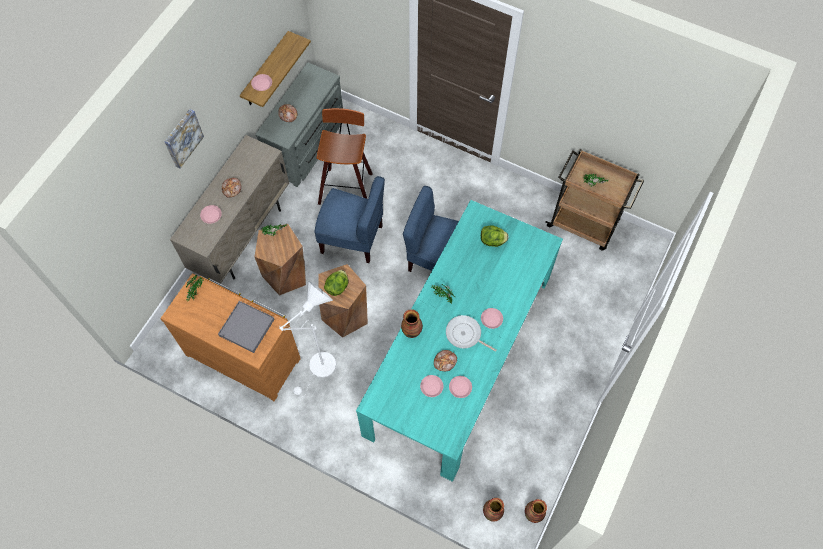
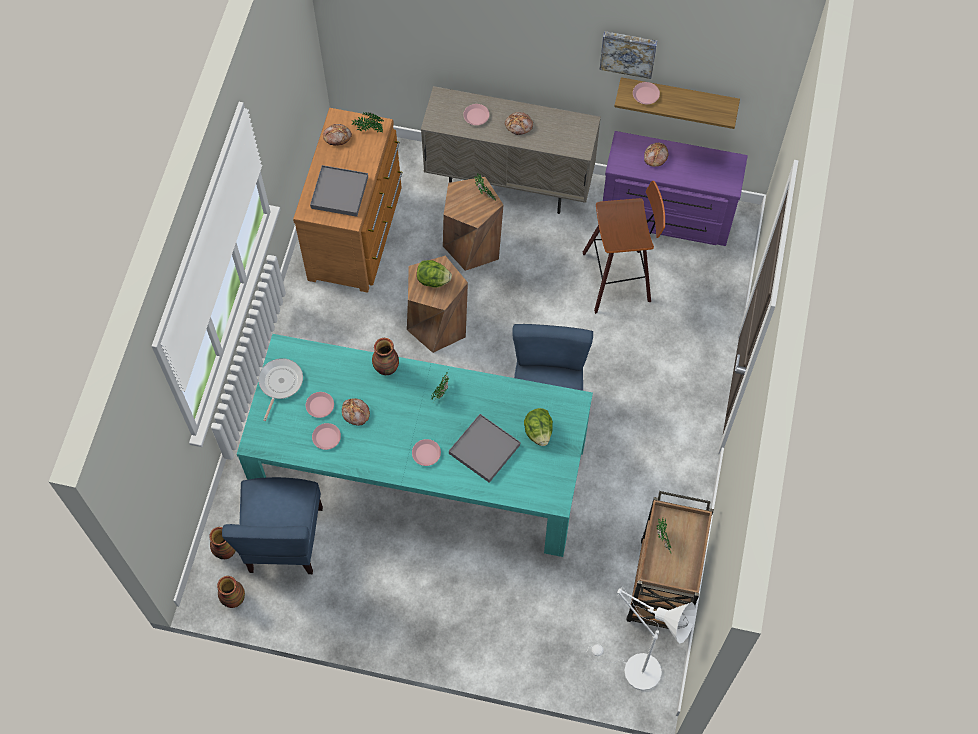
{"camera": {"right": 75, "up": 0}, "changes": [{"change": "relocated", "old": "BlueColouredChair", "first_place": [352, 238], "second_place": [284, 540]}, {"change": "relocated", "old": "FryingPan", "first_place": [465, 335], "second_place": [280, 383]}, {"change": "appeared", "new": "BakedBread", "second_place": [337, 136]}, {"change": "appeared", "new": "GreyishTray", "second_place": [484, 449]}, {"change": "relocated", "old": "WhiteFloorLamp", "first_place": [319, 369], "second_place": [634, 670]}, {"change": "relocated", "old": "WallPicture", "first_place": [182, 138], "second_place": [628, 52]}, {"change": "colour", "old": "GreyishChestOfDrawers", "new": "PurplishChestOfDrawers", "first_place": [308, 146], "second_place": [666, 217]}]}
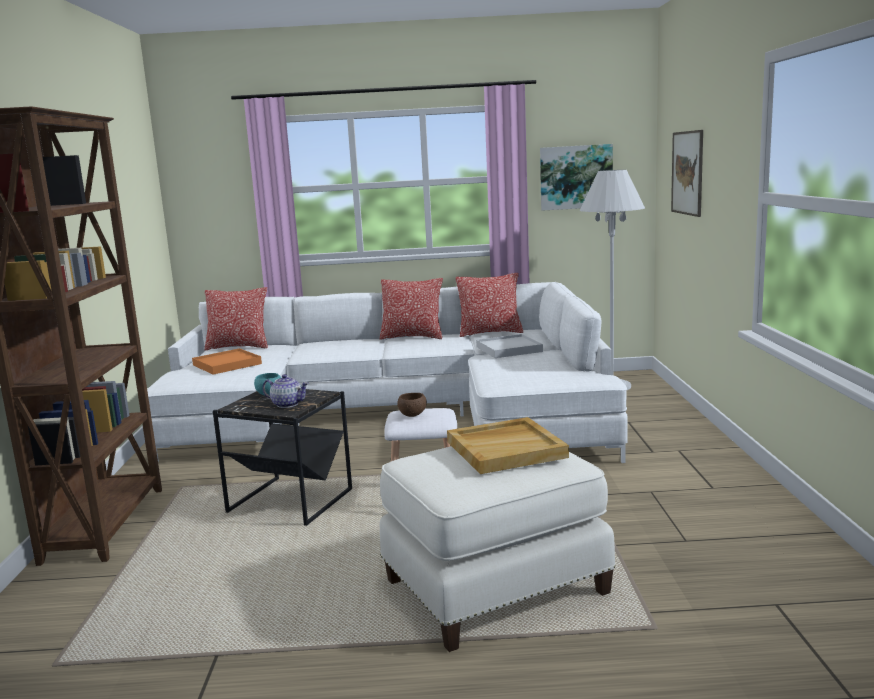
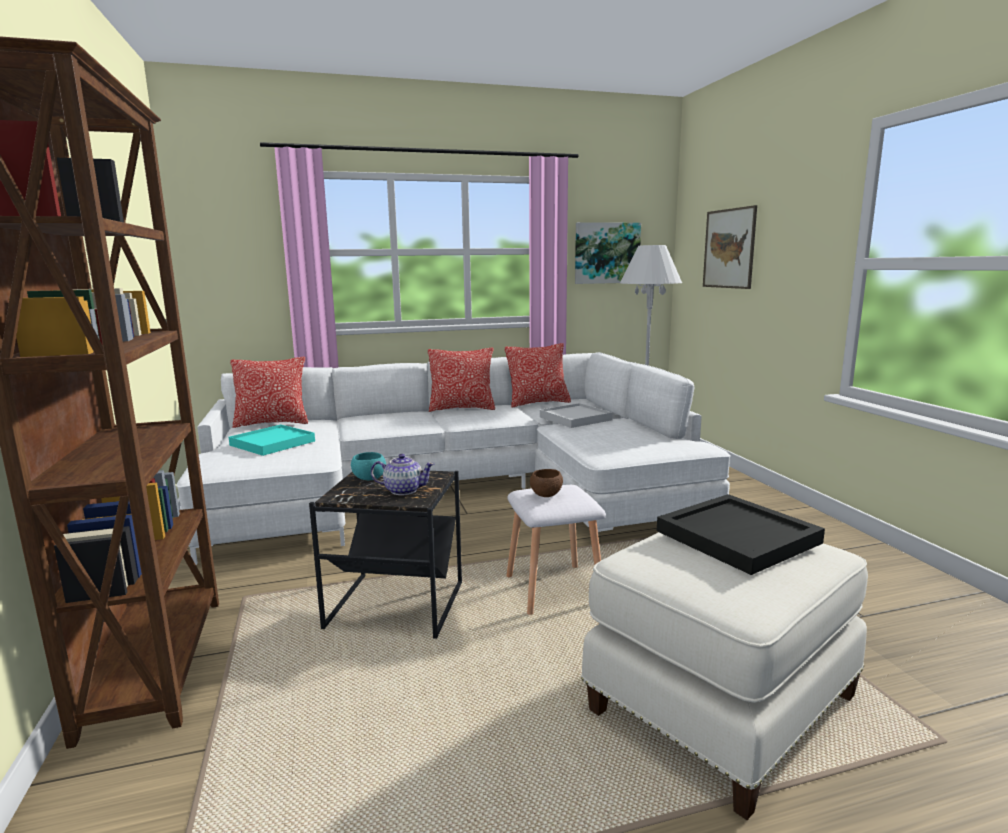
{"camera": {"right": -15, "up": 0}, "changes": [{"change": "colour", "old": "OrangeTray", "new": "BlueGreenTray", "first_place": [227, 364], "second_place": [273, 443]}, {"change": "colour", "old": "BeigeColouredTray", "new": "BlackColouredTray", "first_place": [506, 449], "second_place": [737, 536]}]}
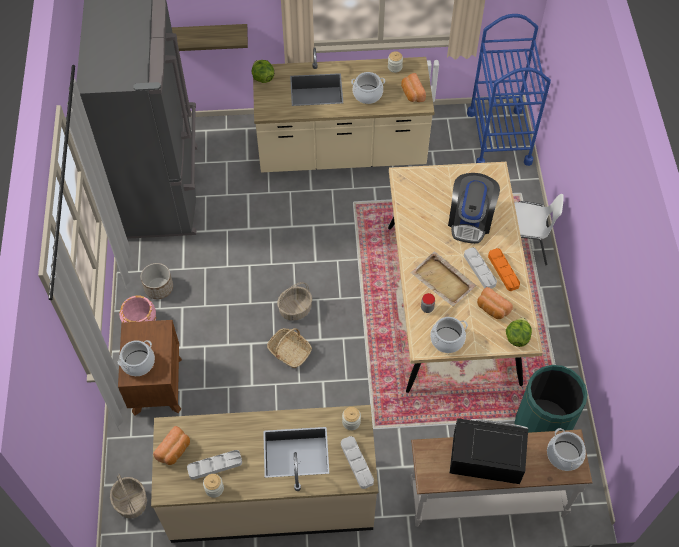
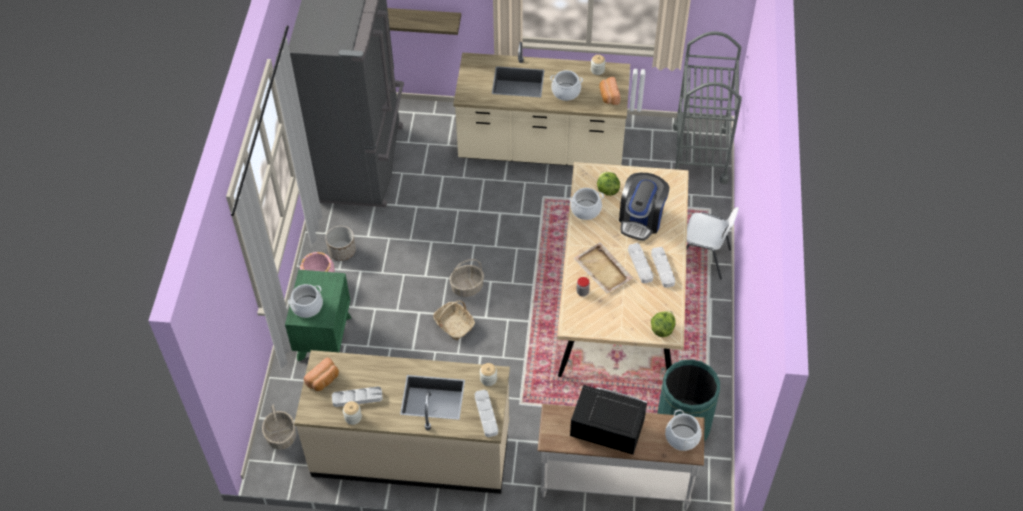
{"camera": {"right": 10, "up": -5}, "changes": [{"change": "colour", "old": "BrownishBedsideTable", "new": "GreenColouredBedsideTable", "first_place": [157, 385], "second_place": [324, 337]}, {"change": "relocated", "old": "CookingPot", "first_place": [447, 340], "second_place": [586, 210]}, {"change": "relocated", "old": "Lettuce", "first_place": [263, 78], "second_place": [607, 190]}, {"change": "colour", "old": "OrangeTray", "new": "GreyishTray", "first_place": [503, 271], "second_place": [662, 268]}, {"change": "colour", "old": "BlueColouredCart", "new": "GreyishCart", "first_place": [499, 137], "second_place": [700, 154]}, {"change": "missing", "old": "BakedBread", "first_place": [492, 309]}]}
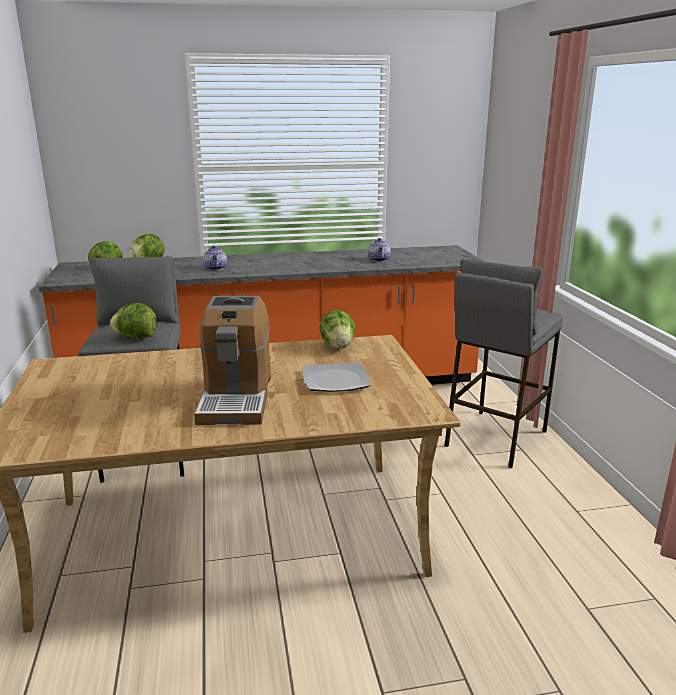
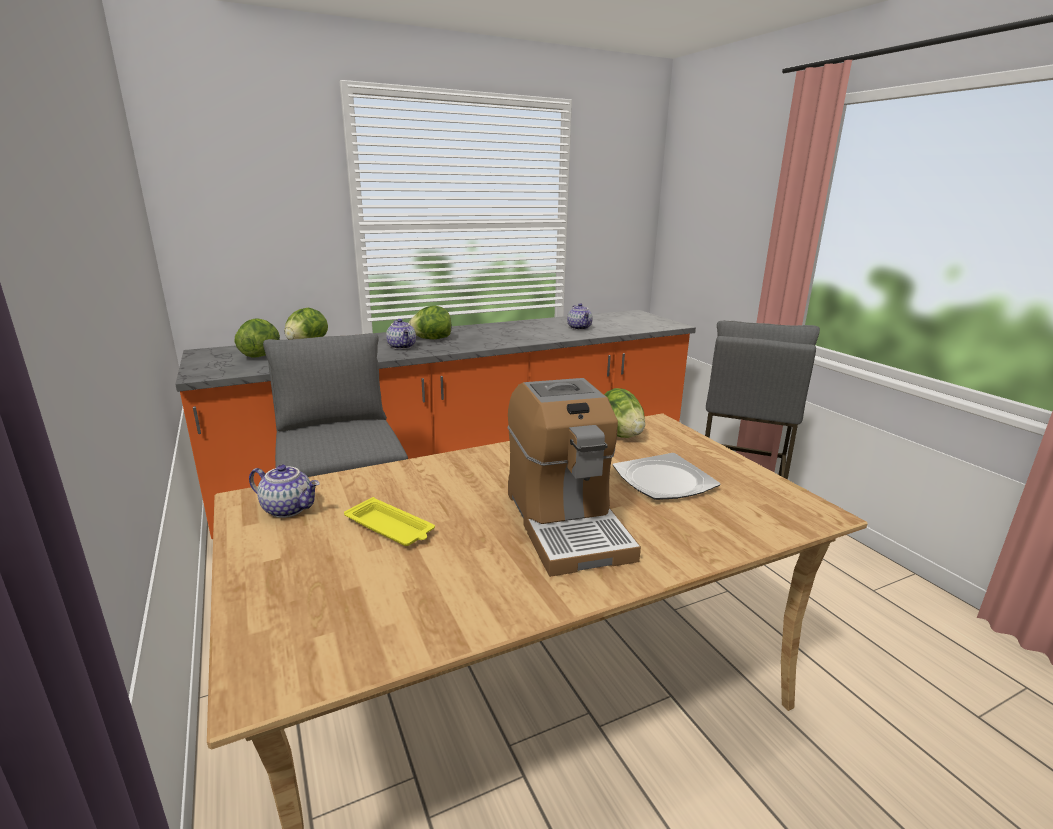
{"camera": {"right": -15, "up": 0}, "changes": [{"change": "appeared", "new": "Teapot", "second_place": [289, 508]}, {"change": "appeared", "new": "YellowishTray", "second_place": [391, 528]}, {"change": "relocated", "old": "Lettuce", "first_place": [136, 337], "second_place": [431, 339]}]}
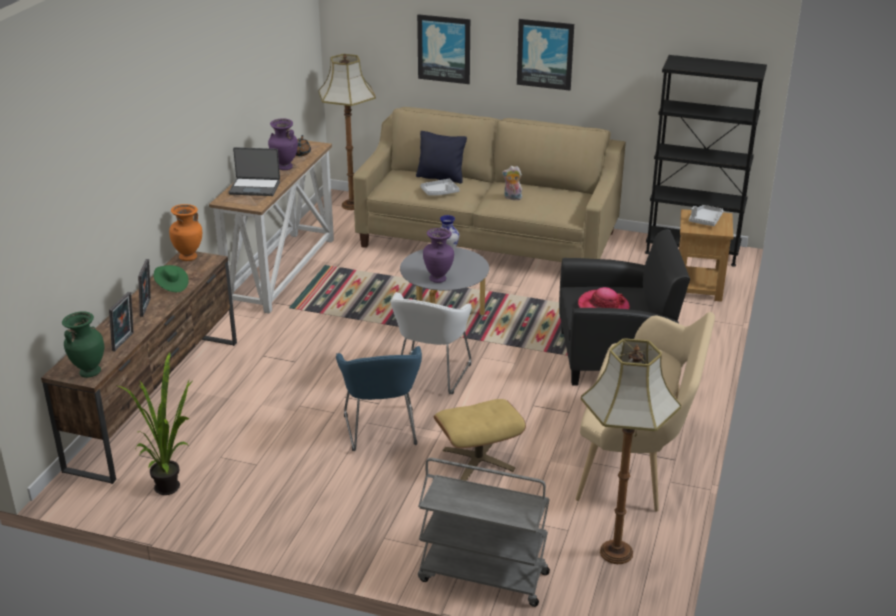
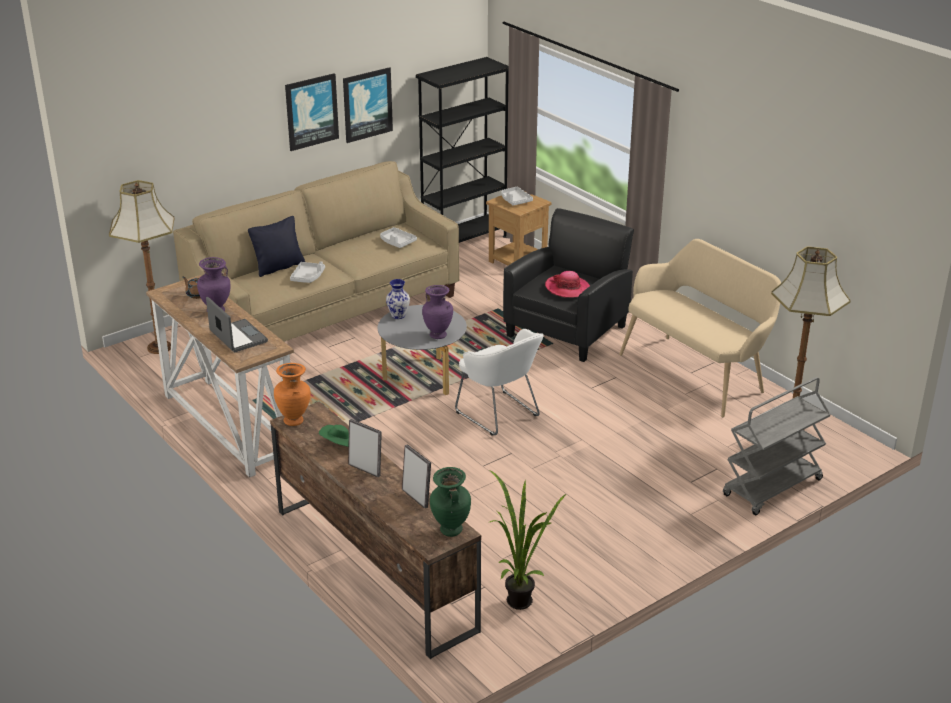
{"camera": {"right": -55, "up": 0}, "changes": [{"change": "spun", "old": "NotebookComputer", "first_place": [255, 187], "second_place": [237, 337], "degrees": -75}, {"change": "relocated", "old": "WallPicture", "first_place": [444, 49], "second_place": [367, 104]}, {"change": "appeared", "new": "GreyishTray", "second_place": [397, 242]}, {"change": "missing", "old": "BlueColouredArmchair", "first_place": [381, 432]}, {"change": "missing", "old": "BeigeColouredPouffe", "first_place": [478, 460]}, {"change": "missing", "old": "PlushToy", "first_place": [512, 198]}]}
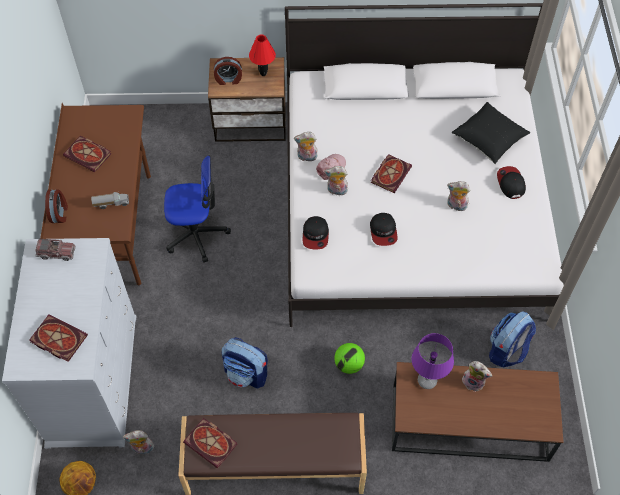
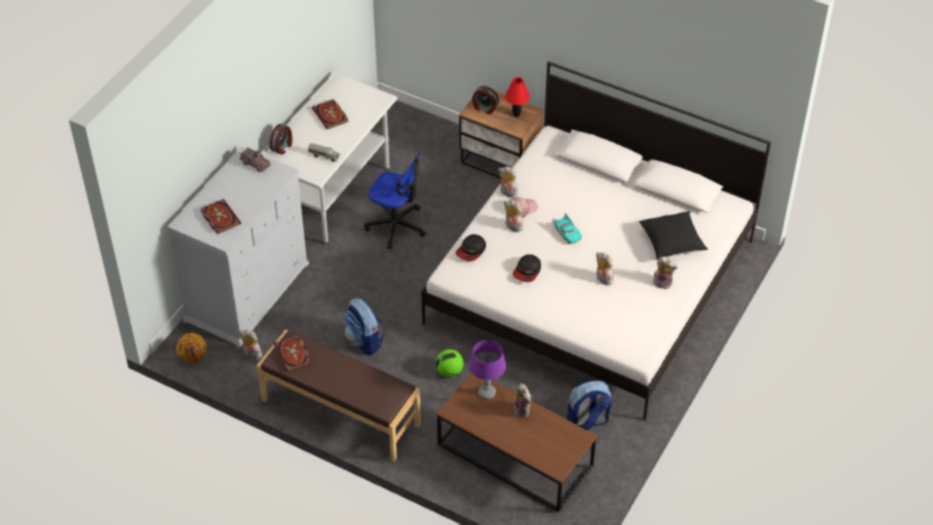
{"camera": {"right": 30, "up": -10}, "changes": [{"change": "colour", "old": "BrownishDeskTable", "new": "WhiteDeskTable", "first_place": [114, 230], "second_place": [333, 195]}, {"change": "exchanged", "old": "Book", "new": "BlueGreenToyCar", "first_place": [390, 173], "second_place": [567, 233]}, {"change": "exchanged", "old": "PeakedCap", "new": "PlushToy", "first_place": [510, 183], "second_place": [663, 282]}]}
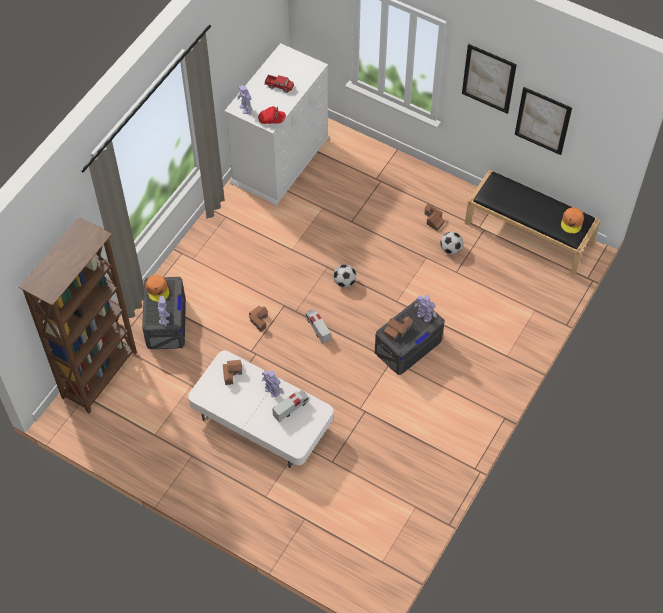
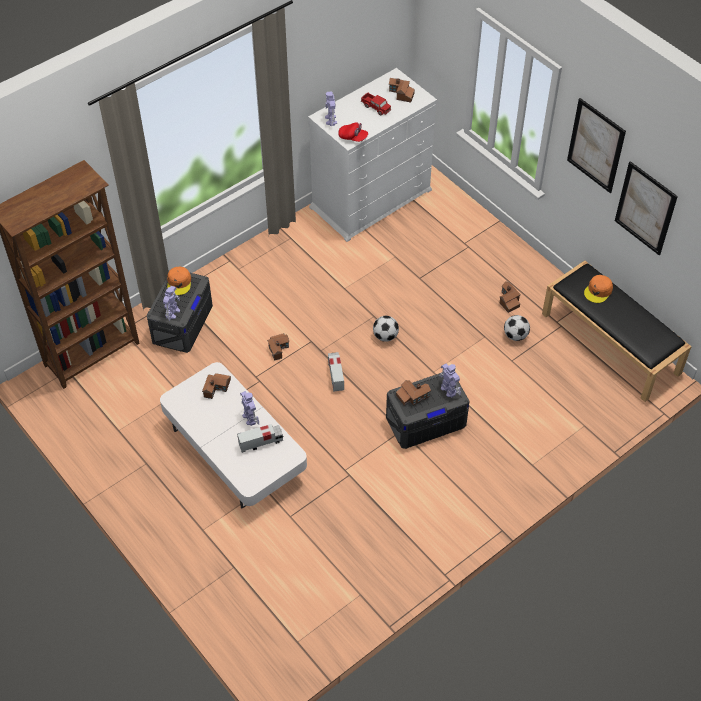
{"camera": {"right": 20, "up": -5}, "changes": [{"change": "appeared", "new": "MiniatureHouse", "second_place": [401, 94]}, {"change": "relocated", "old": "OrangePeakedCap", "first_place": [572, 222], "second_place": [598, 291]}]}
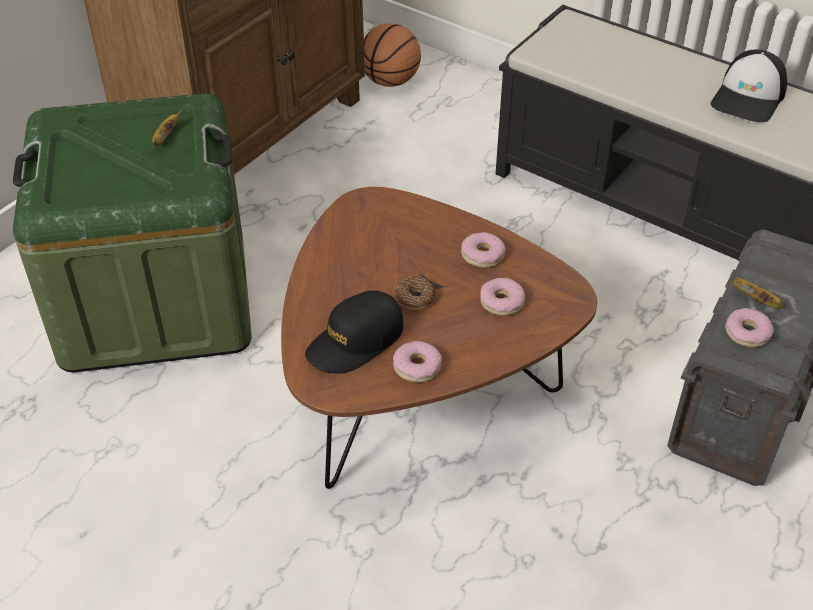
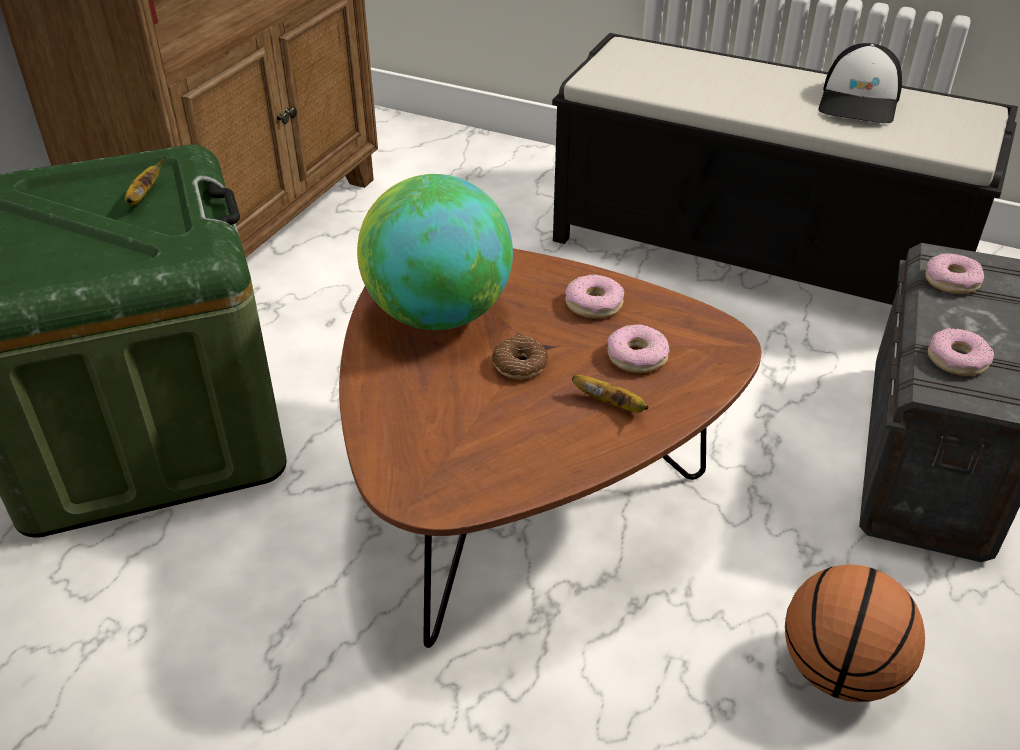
{"camera": {"right": -10, "up": -5}, "changes": [{"change": "appeared", "new": "DeskGlobe", "second_place": [438, 315]}, {"change": "relocated", "old": "Banana", "first_place": [757, 301], "second_place": [612, 405]}, {"change": "relocated", "old": "Basketball", "first_place": [390, 81], "second_place": [840, 671]}, {"change": "relocated", "old": "Donut", "first_place": [417, 367], "second_place": [951, 281]}, {"change": "missing", "old": "BlackColouredPeakedCap", "first_place": [355, 341]}]}
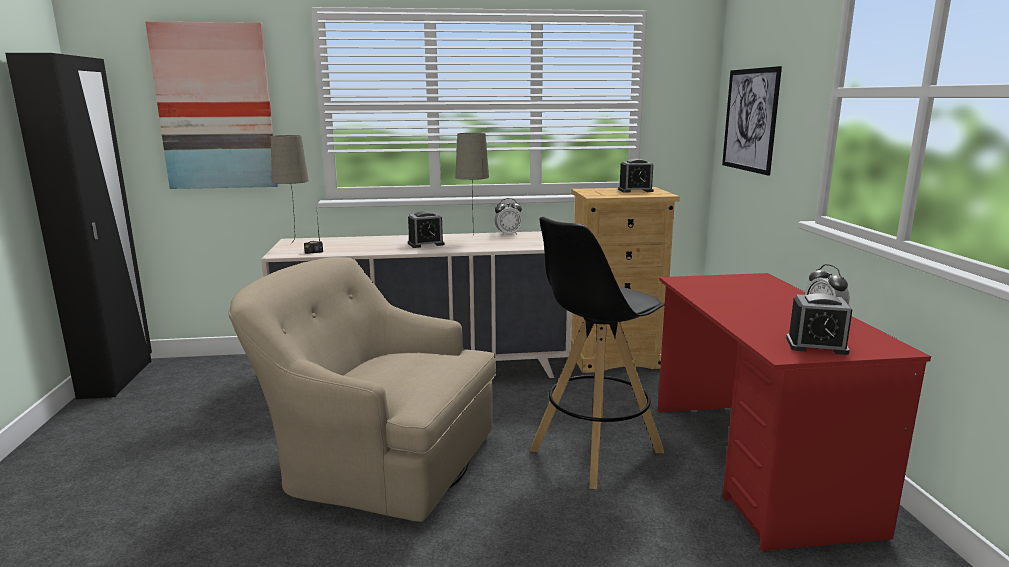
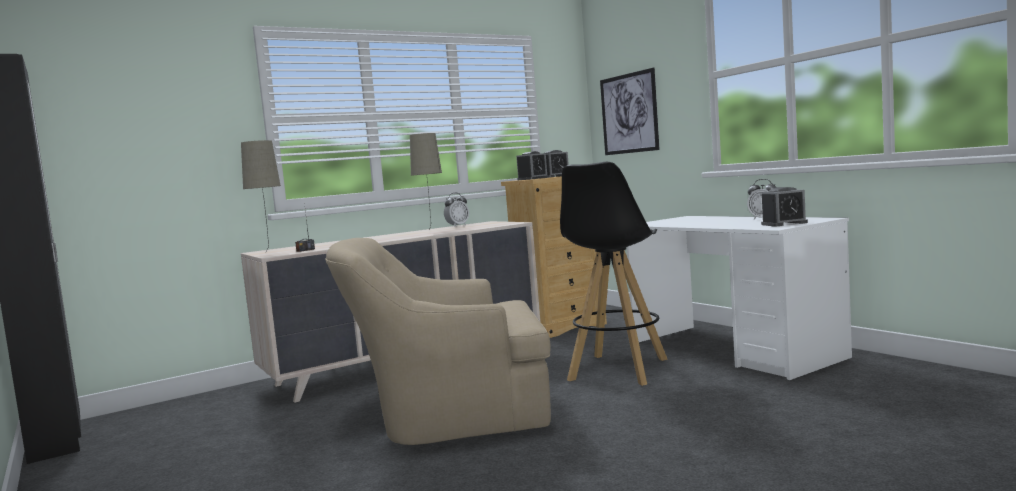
{"camera": {"right": -25, "up": -10}, "changes": [{"change": "relocated", "old": "BedsideClock", "first_place": [426, 244], "second_place": [532, 179]}, {"change": "colour", "old": "RedDeskTable", "new": "WhiteDeskTable", "first_place": [754, 465], "second_place": [733, 350]}, {"change": "missing", "old": "WallPicture", "first_place": [216, 107]}]}
